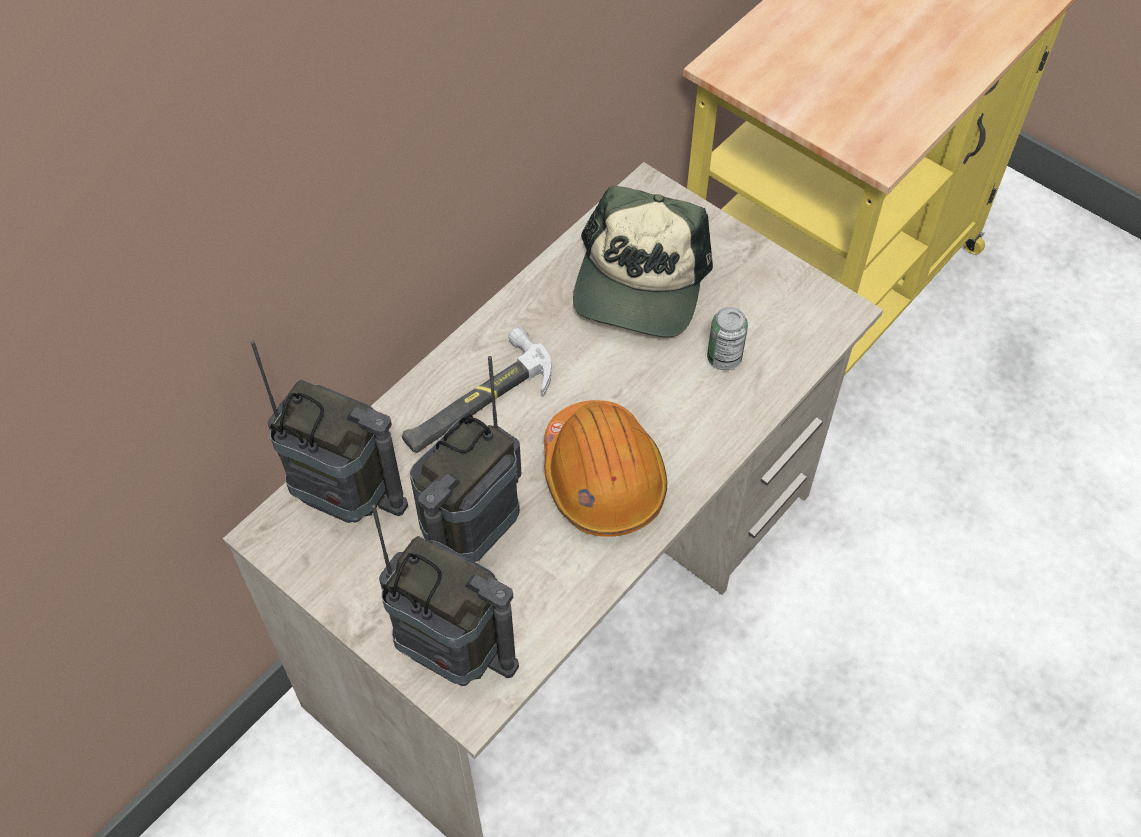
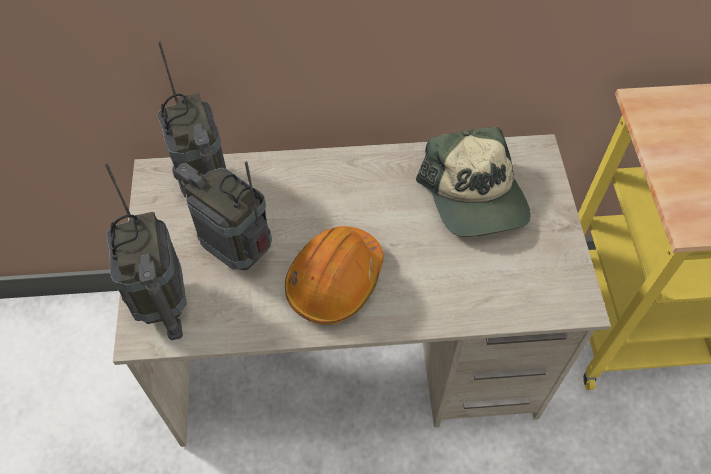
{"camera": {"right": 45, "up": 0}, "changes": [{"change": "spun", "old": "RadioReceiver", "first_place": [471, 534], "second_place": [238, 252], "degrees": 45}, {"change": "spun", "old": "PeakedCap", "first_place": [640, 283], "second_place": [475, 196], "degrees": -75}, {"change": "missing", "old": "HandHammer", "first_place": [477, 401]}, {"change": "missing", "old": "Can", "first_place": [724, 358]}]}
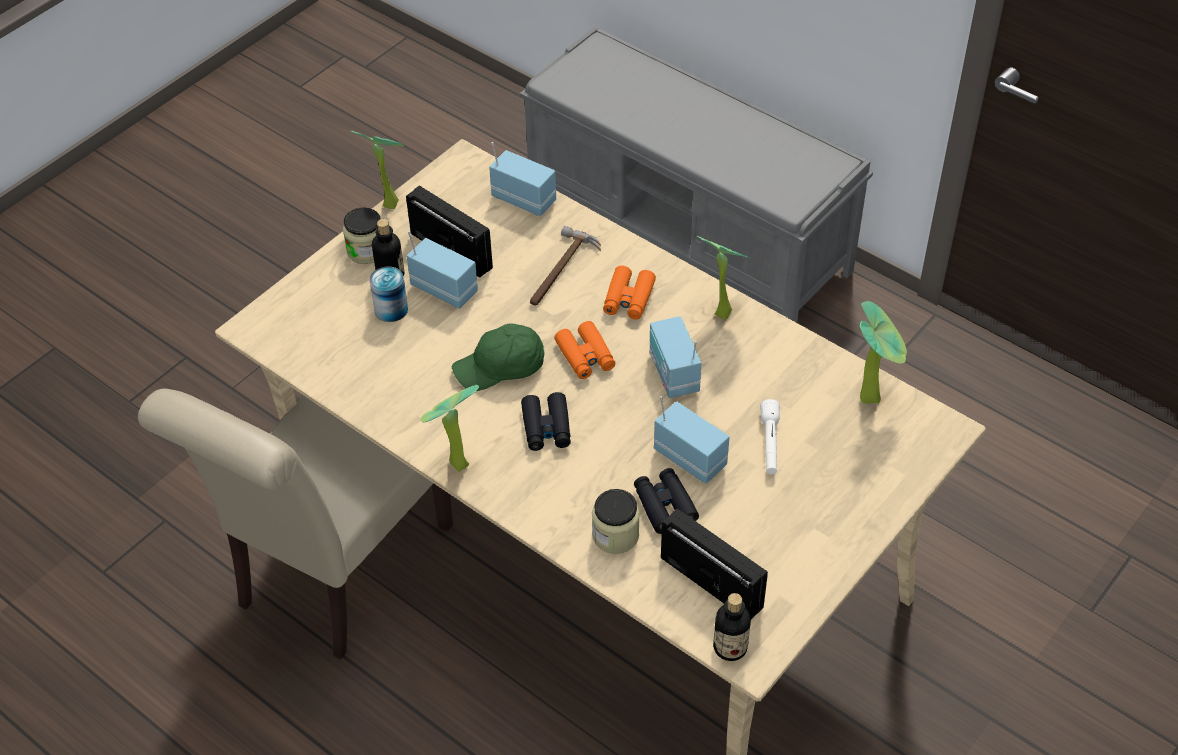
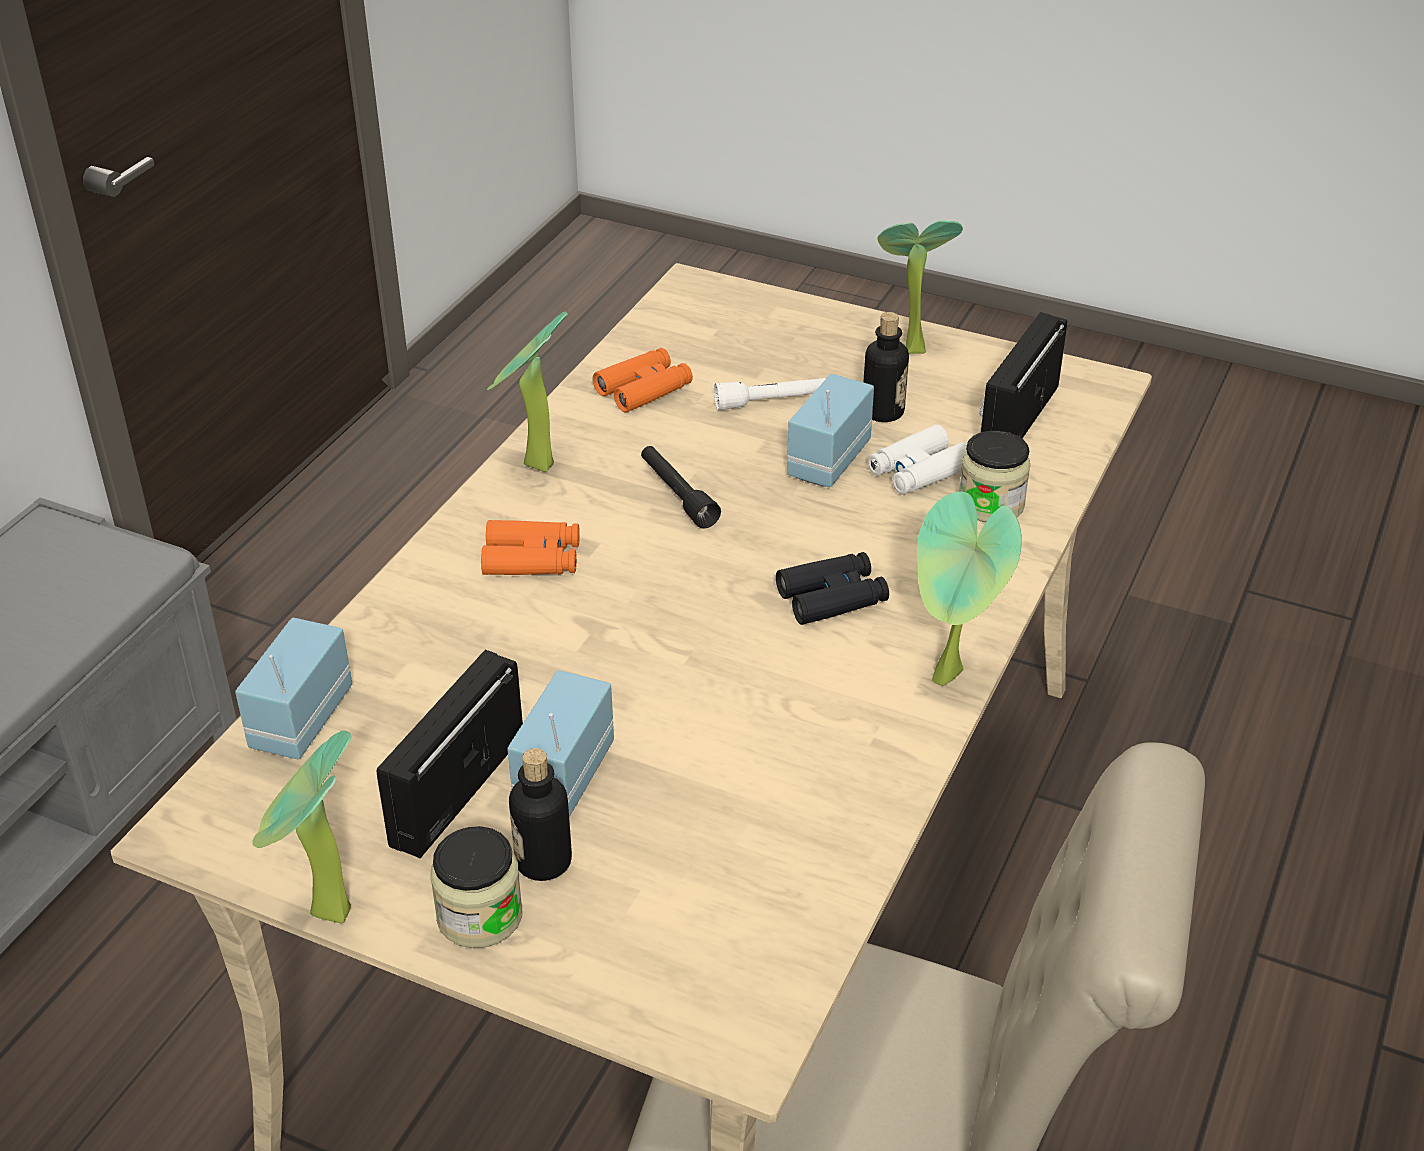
{"camera": {"right": -105, "up": -10}, "changes": [{"change": "relocated", "old": "OrangeFieldGlasses", "first_place": [585, 356], "second_place": [644, 389]}, {"change": "exchanged", "old": "RadioReceiver", "new": "BlackColouredHandTorch", "first_place": [673, 374], "second_place": [677, 495]}, {"change": "relocated", "old": "Bottle", "first_place": [730, 647], "second_place": [883, 412]}, {"change": "colour", "old": "BlackColouredFieldGlasses", "new": "WhiteFieldGlasses", "first_place": [665, 505], "second_place": [918, 471]}, {"change": "relocated", "old": "PottedPlant", "first_place": [872, 396], "second_place": [909, 347]}, {"change": "missing", "old": "Can", "first_place": [391, 309]}, {"change": "missing", "old": "GreenColouredPeakedCap", "first_place": [501, 368]}, {"change": "missing", "old": "HandHammer", "first_place": [561, 271]}]}
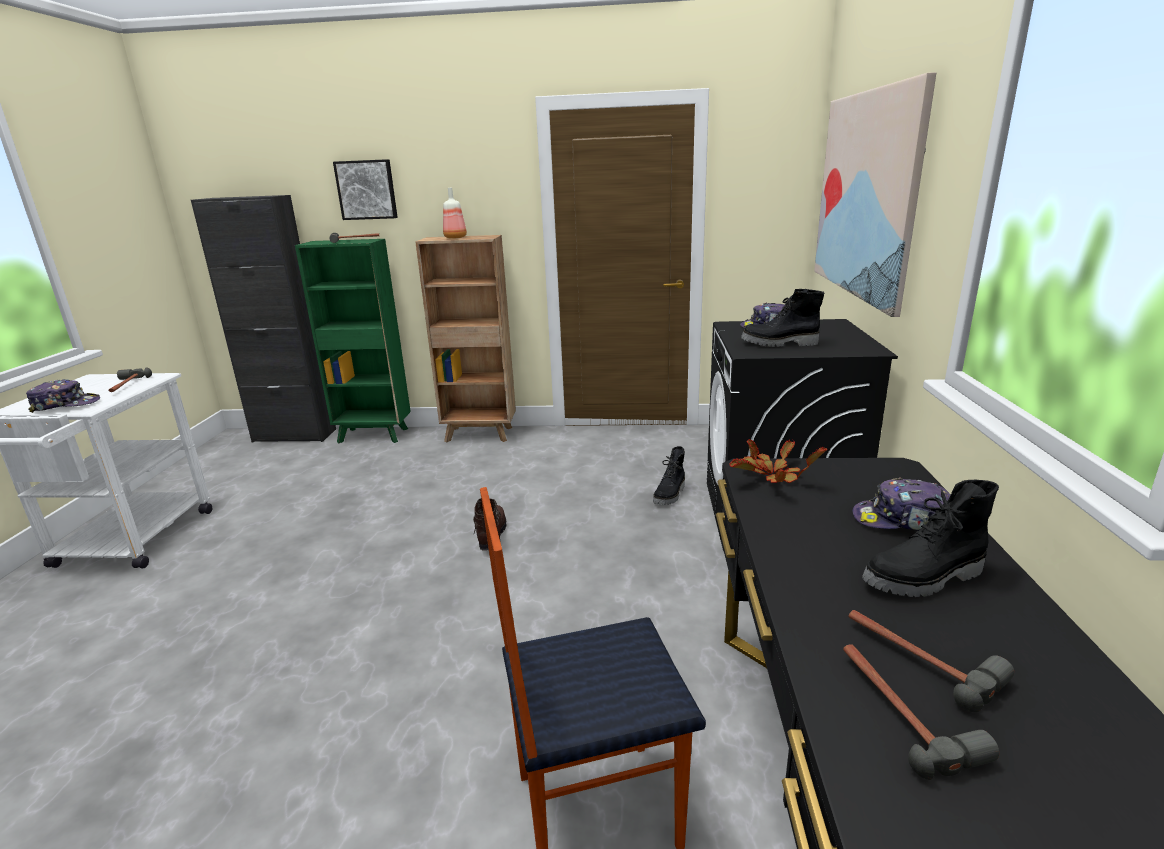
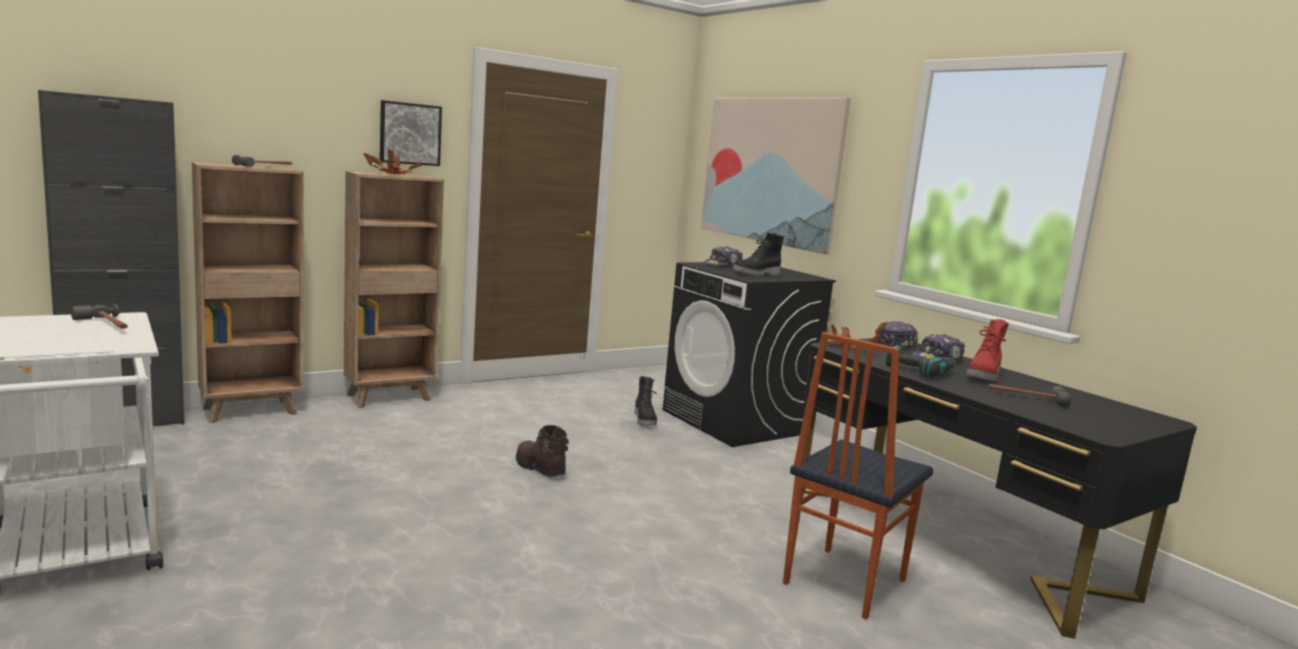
{"camera": {"right": -40, "up": -10}, "changes": [{"change": "colour", "old": "GreenColouredBookcase", "new": "BrownishBookcase", "first_place": [374, 435], "second_place": [252, 411]}, {"change": "exchanged", "old": "Bottle", "new": "PottedPlant", "first_place": [456, 237], "second_place": [392, 174]}, {"change": "relocated", "old": "WallPicture", "first_place": [367, 190], "second_place": [410, 133]}, {"change": "relocated", "old": "PeakedCap", "first_place": [66, 405], "second_place": [896, 343]}, {"change": "appeared", "new": "Drill", "second_place": [919, 370]}, {"change": "colour", "old": "BlackColouredTallBoot", "new": "RedTallBoot", "first_place": [925, 579], "second_place": [984, 376]}, {"change": "missing", "old": "HandHammer", "first_place": [899, 710]}]}
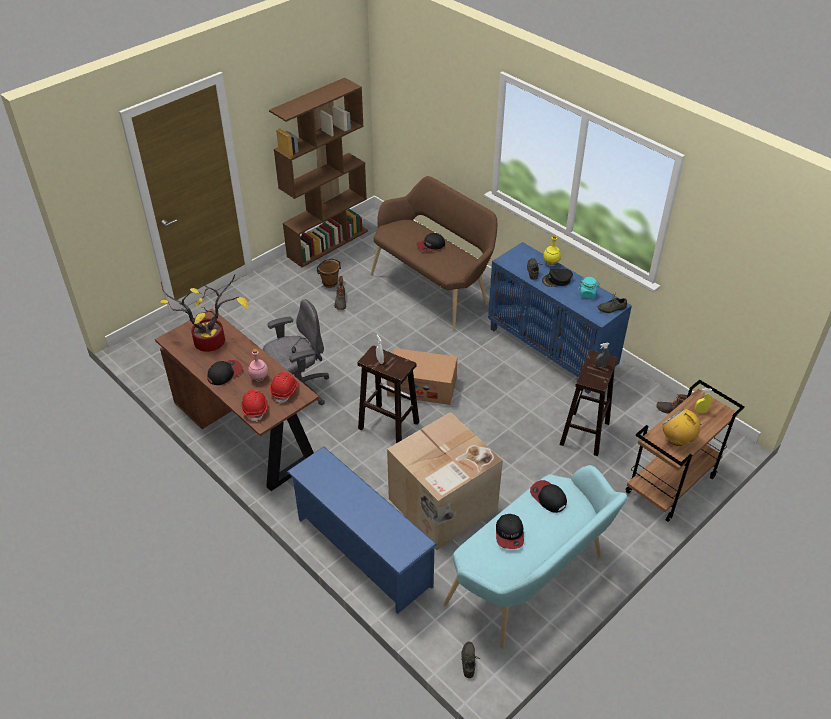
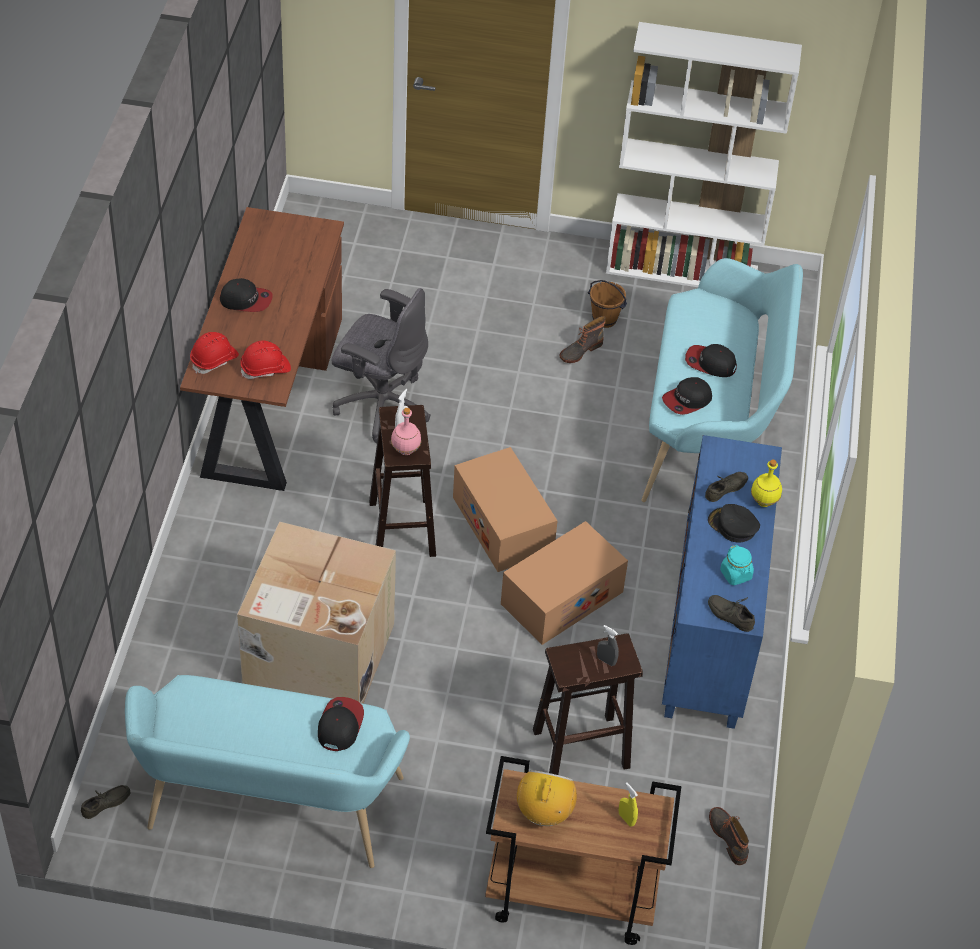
{"camera": {"right": 50, "up": 5}, "changes": [{"change": "relocated", "old": "PinkBottle", "first_place": [259, 378], "second_place": [405, 450]}, {"change": "appeared", "new": "Carton", "second_place": [561, 598]}, {"change": "colour", "old": "BrownishBookcase", "new": "WhiteBookcase", "first_place": [328, 243], "second_place": [683, 270]}, {"change": "colour", "old": "BrownishBench", "new": "BlueGreenBench", "first_place": [433, 288], "second_place": [709, 432]}, {"change": "relocated", "old": "PeakedCap", "first_place": [509, 534], "second_place": [687, 400]}, {"change": "missing", "old": "PottedPlant", "first_place": [212, 340]}, {"change": "missing", "old": "BlueColouredShoeStand", "first_place": [361, 552]}]}
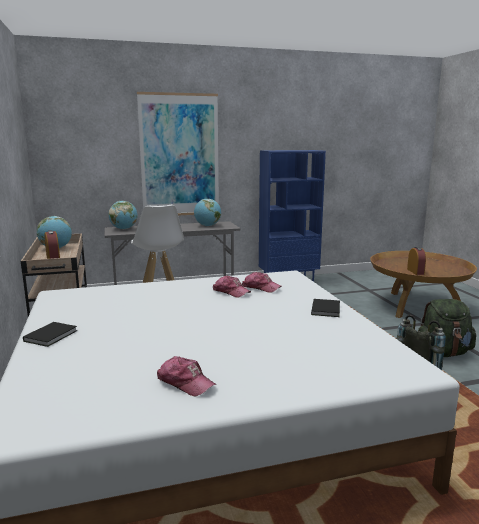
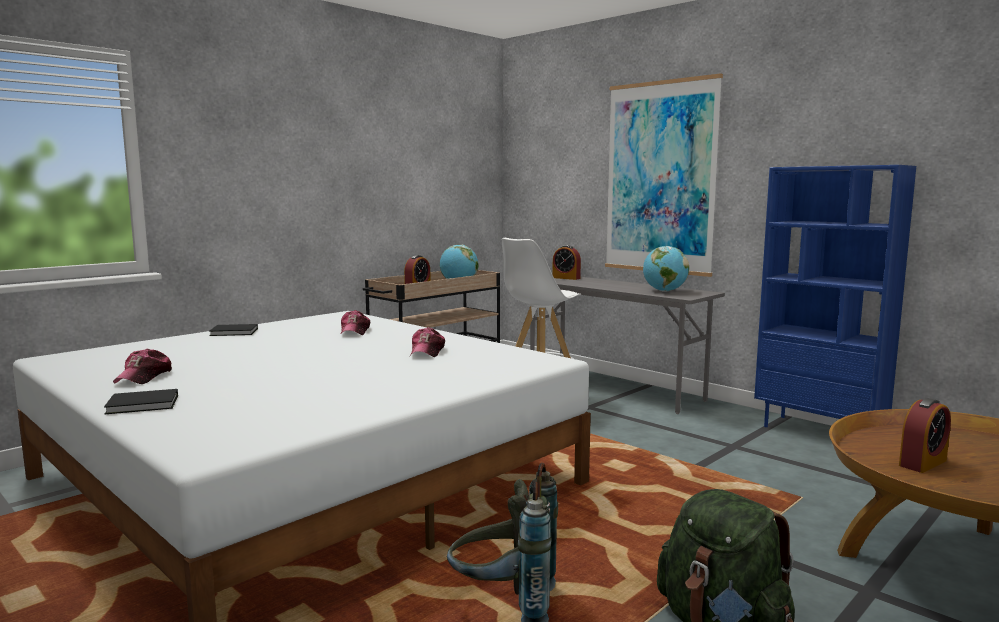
{"camera": {"right": 60, "up": -5}, "changes": [{"change": "relocated", "old": "BlackColouredBook", "first_place": [326, 309], "second_place": [144, 404]}, {"change": "relocated", "old": "PeakedCap", "first_place": [260, 288], "second_place": [355, 331]}, {"change": "exchanged", "old": "DeskGlobe", "new": "BedsideClock", "first_place": [124, 229], "second_place": [566, 278]}]}
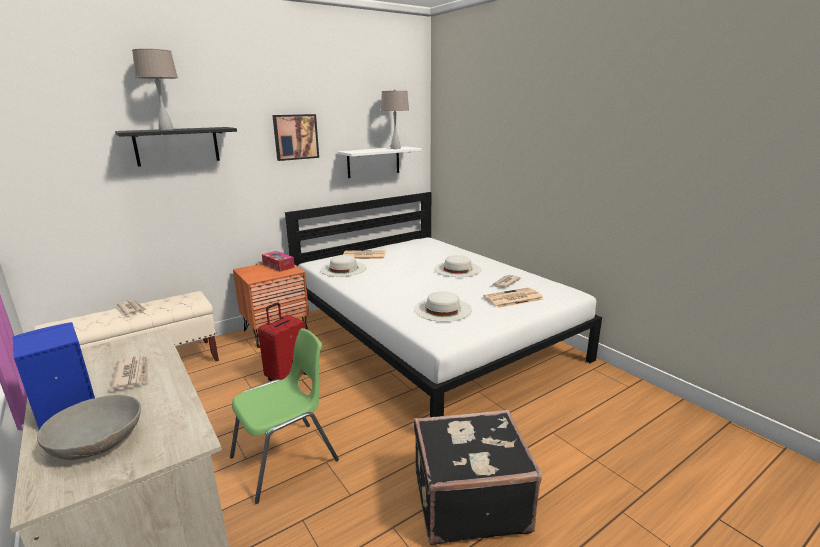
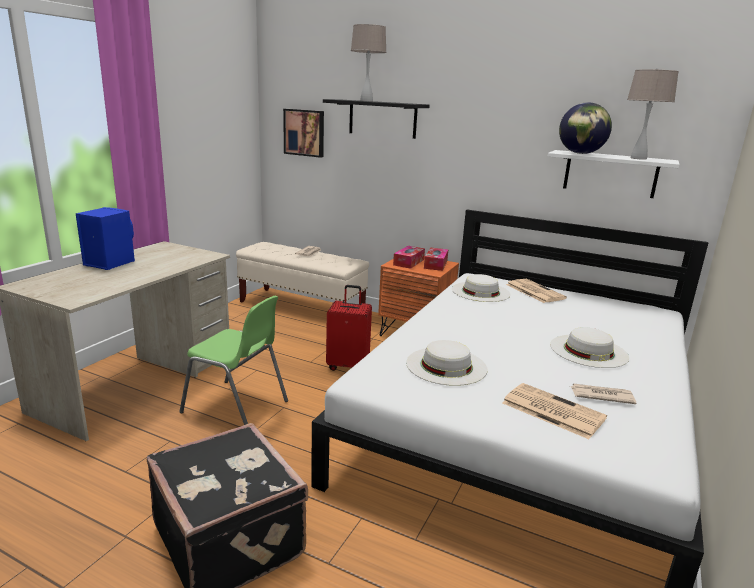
{"camera": {"right": 60, "up": 0}, "changes": [{"change": "relocated", "old": "WallPicture", "first_place": [295, 137], "second_place": [304, 132]}, {"change": "appeared", "new": "TissueHolder", "second_place": [408, 262]}, {"change": "appeared", "new": "DeskGlobe", "second_place": [580, 153]}, {"change": "missing", "old": "GreyishBowl", "first_place": [98, 442]}, {"change": "missing", "old": "DailyPaper", "first_place": [132, 374]}]}
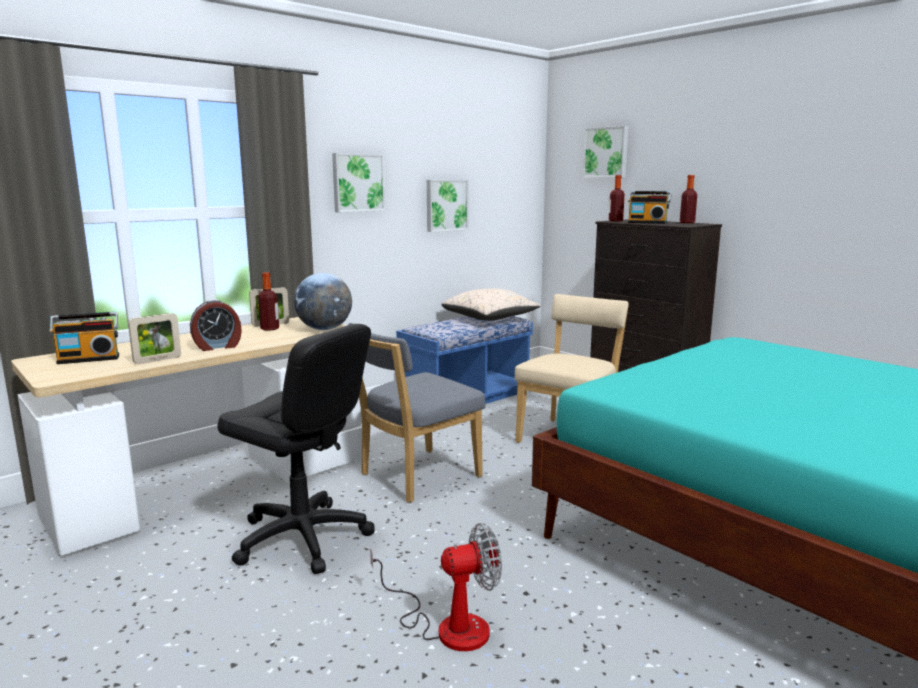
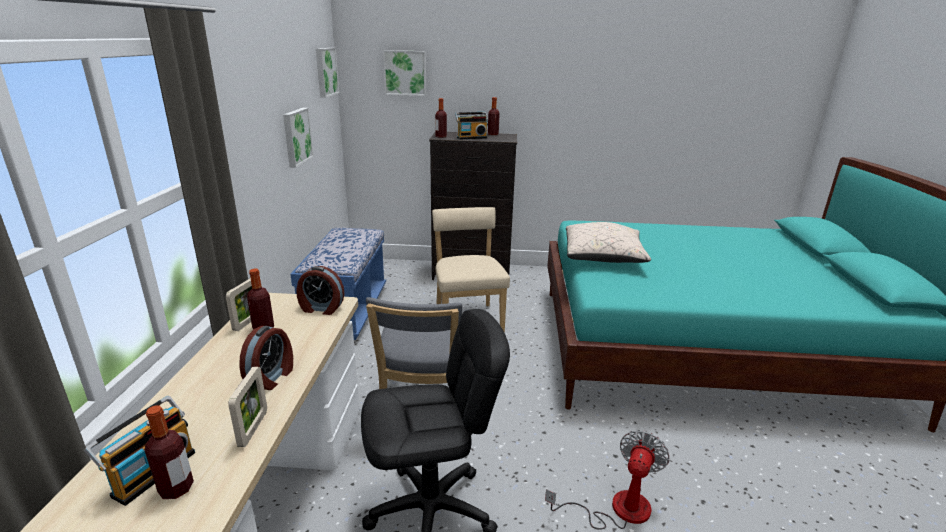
{"camera": {"right": -45, "up": 10}, "changes": [{"change": "appeared", "new": "Bottle", "second_place": [176, 488]}, {"change": "exchanged", "old": "DeskGlobe", "new": "BedsideClock", "first_place": [324, 329], "second_place": [321, 308]}, {"change": "relocated", "old": "WallPicture", "first_place": [357, 182], "second_place": [325, 72]}, {"change": "relocated", "old": "BeigeColouredThrowPillow", "first_place": [490, 319], "second_place": [603, 257]}]}
